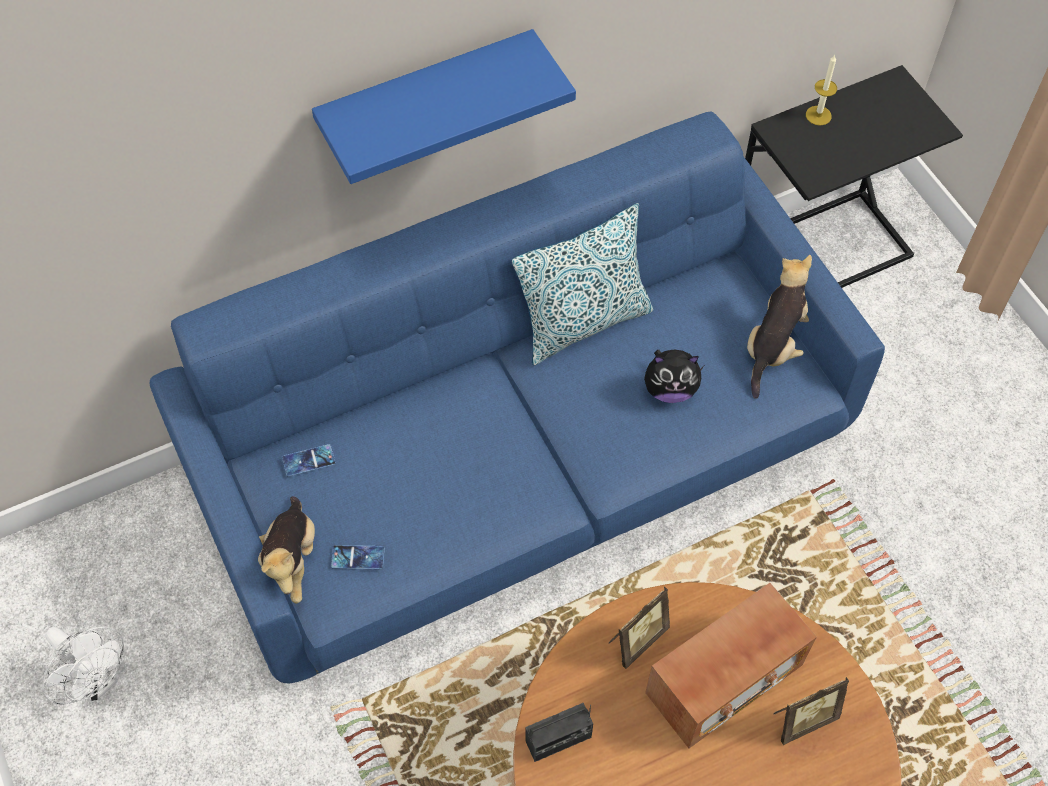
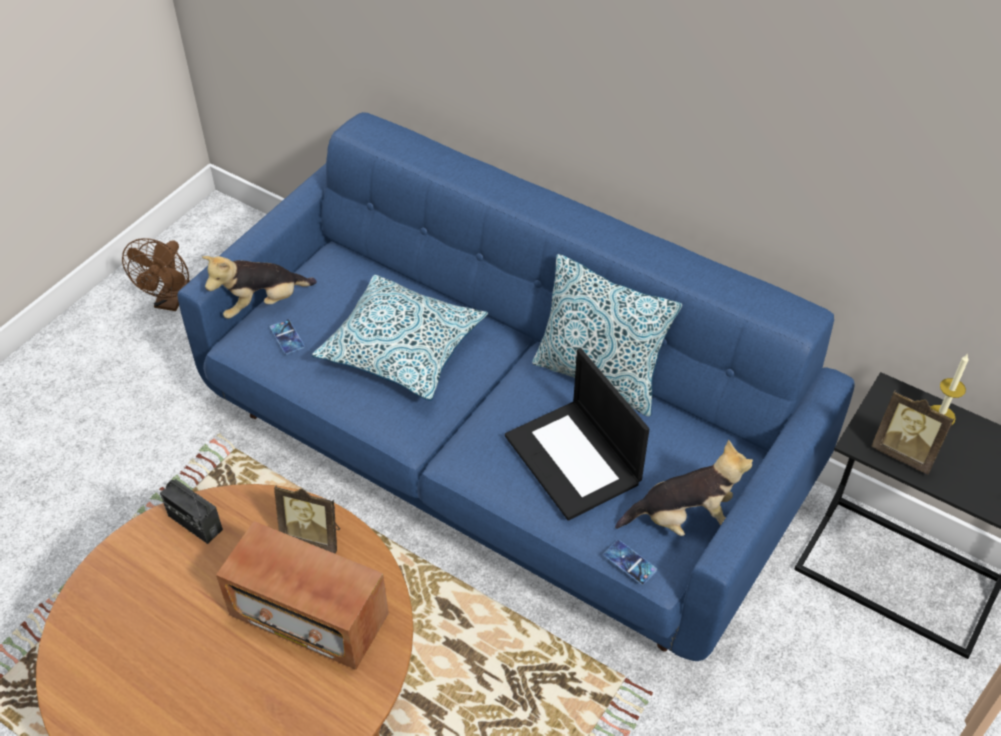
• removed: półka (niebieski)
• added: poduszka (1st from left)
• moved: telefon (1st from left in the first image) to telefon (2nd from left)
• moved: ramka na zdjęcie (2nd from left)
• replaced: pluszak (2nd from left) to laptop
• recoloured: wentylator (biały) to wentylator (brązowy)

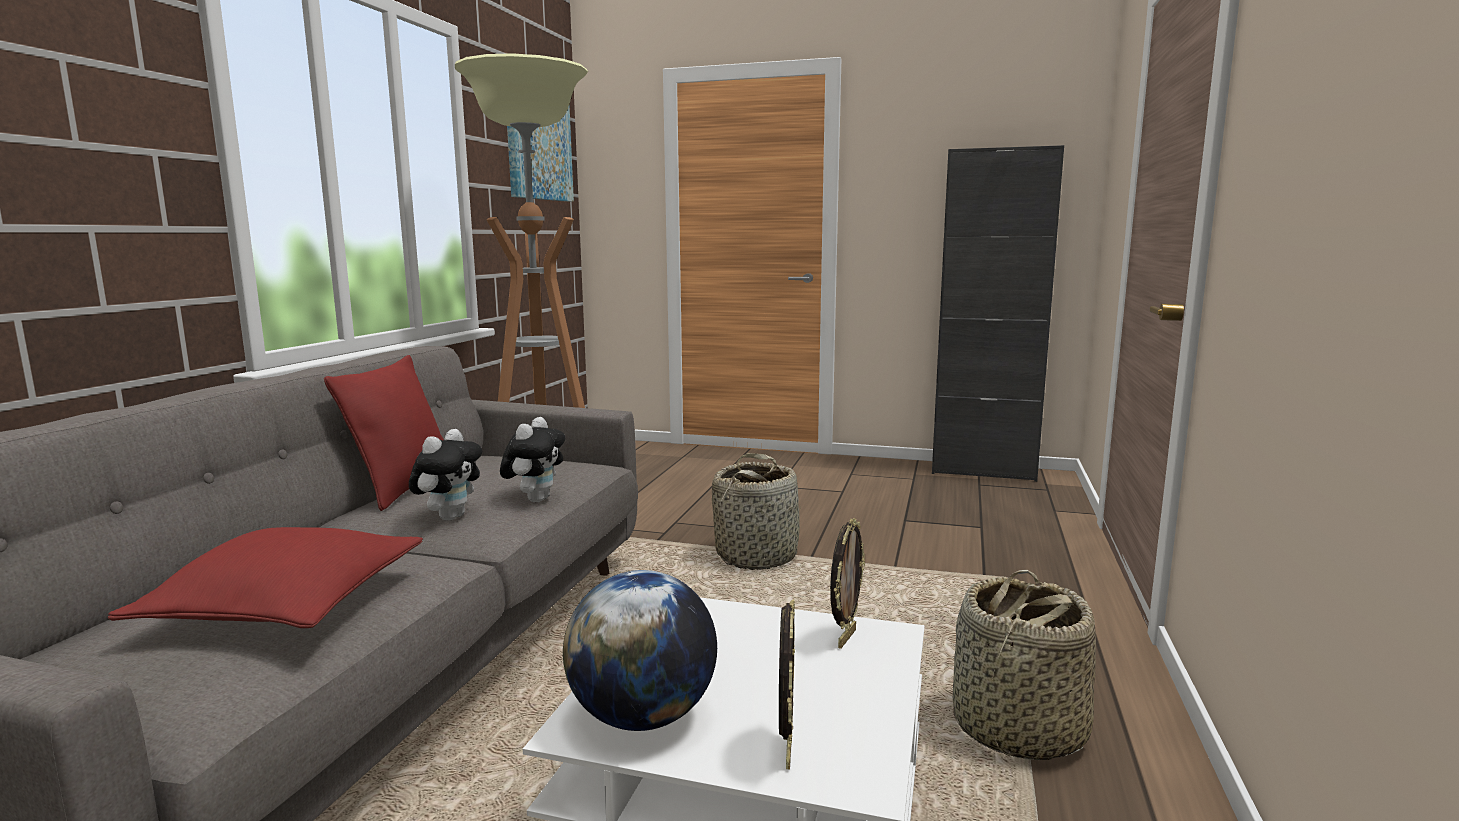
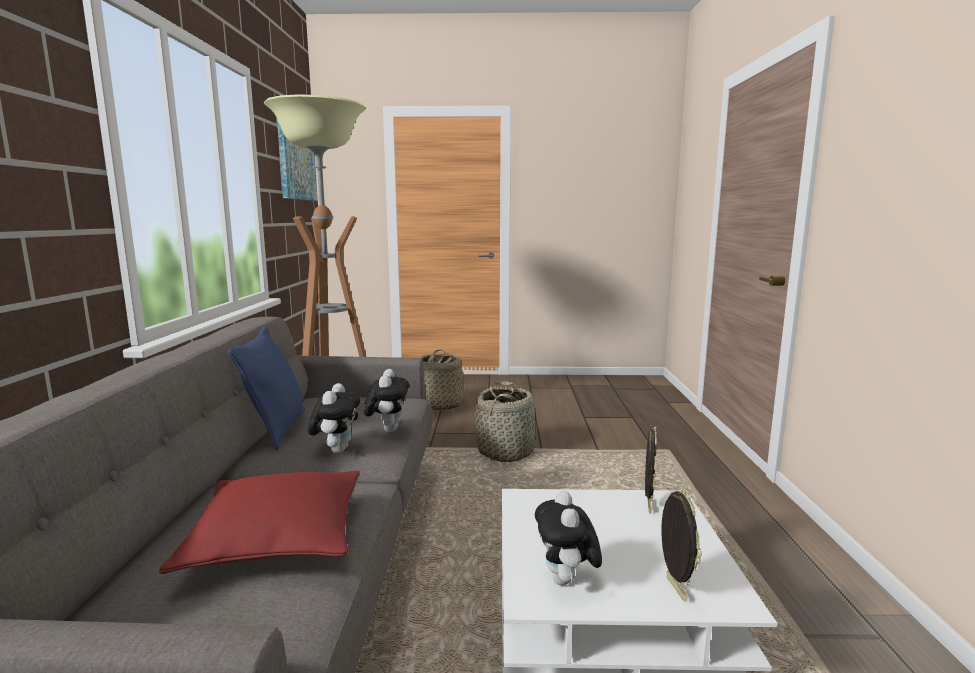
• removed: szafka (czarny)
• moved: koszyk (2nd from left in the first image) to koszyk (1st from left)
• replaced: globus to pluszak (3rd from left)
• recoloured: poduszka (czerwony) (2nd from left) to poduszka (niebieski)

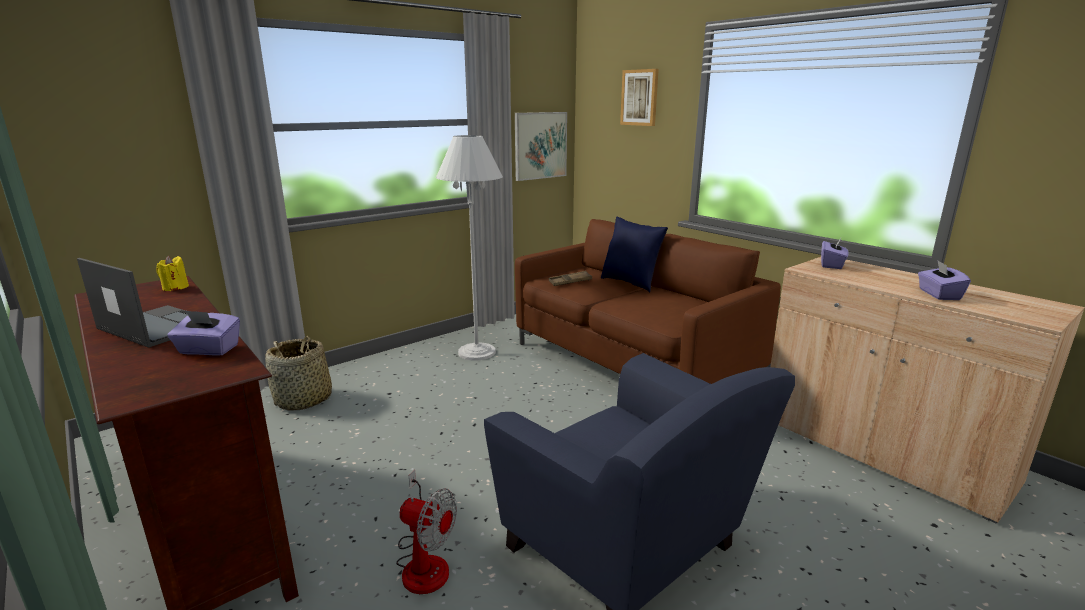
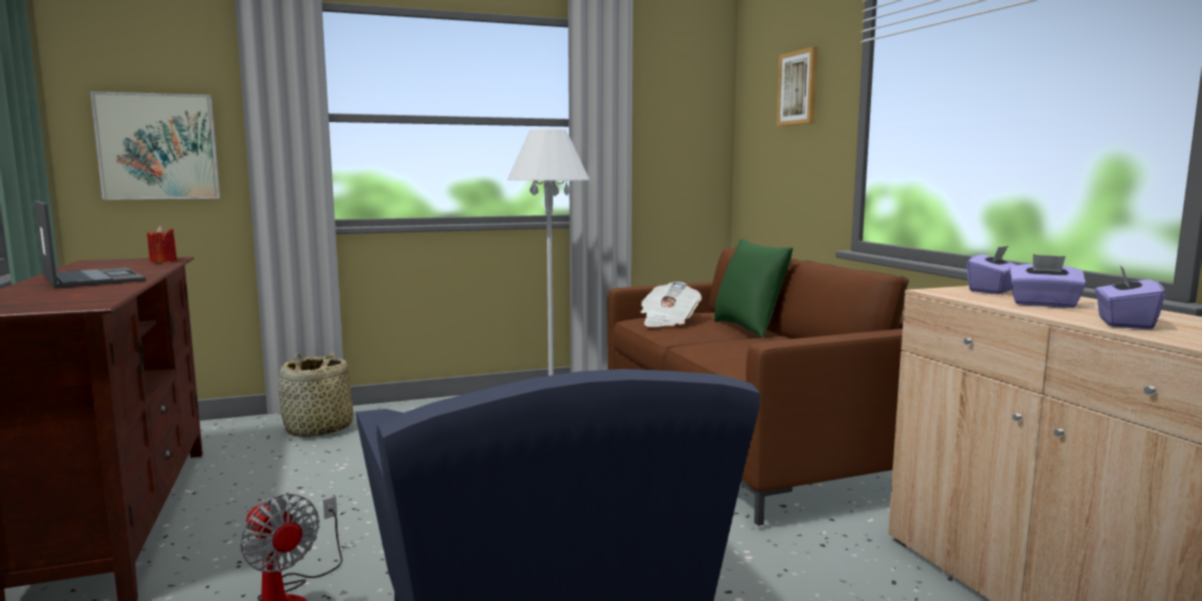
• moved: pudełko chusteczek (fioletowy) (1st from left in the first image) to pudełko chusteczek (fioletowy) (2nd from left)
• moved: obraz (1st from left)
• replaced: taca (brązowy) to gazeta
• recoloured: świeca (żółty) to świeca (czerwony)
• recoloured: poduszka (niebieski) to poduszka (zielony)

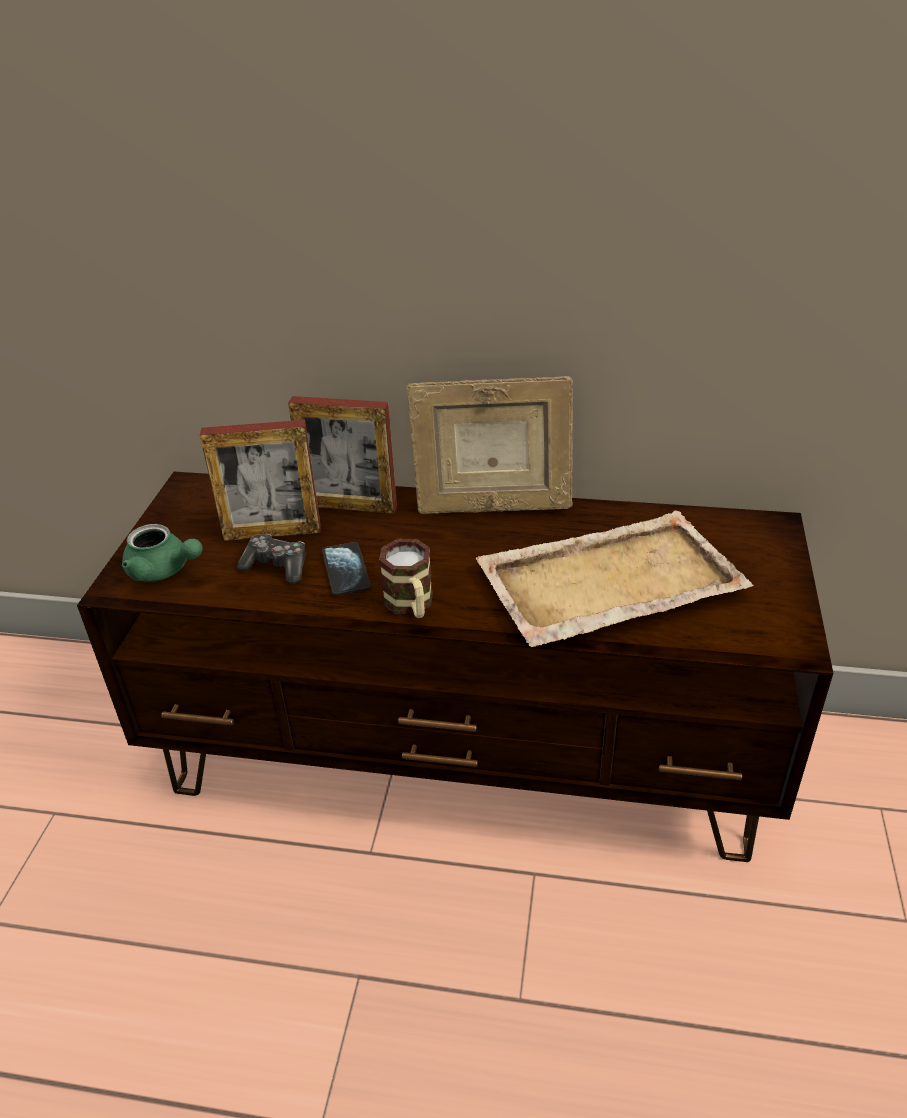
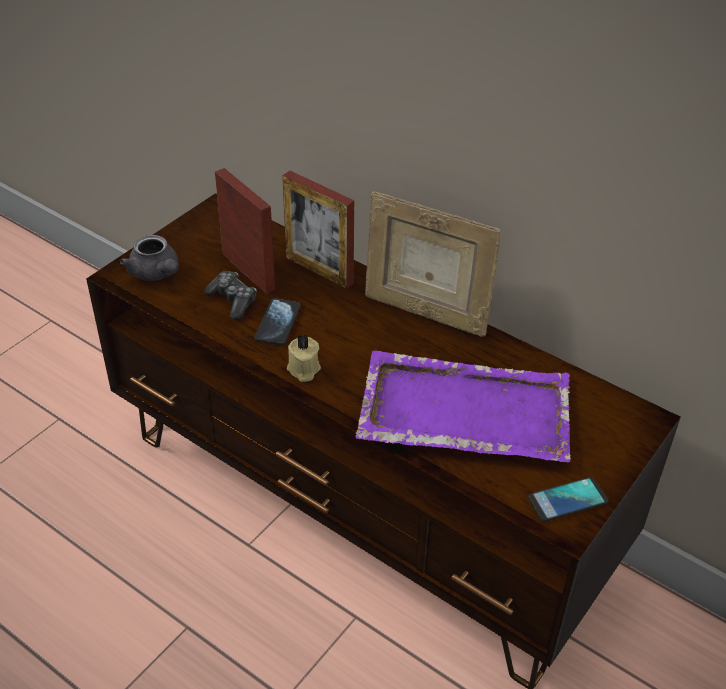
• added: telefon (2nd from left)
• replaced: kubek to świeca (beżowy)
• recoloured: imbryk (zielony) to imbryk (szary)
• recoloured: taca (beżowy) to taca (fioletowy)
• turned: ramka na zdjęcie (1st from left) 150 degrees counterclockwise

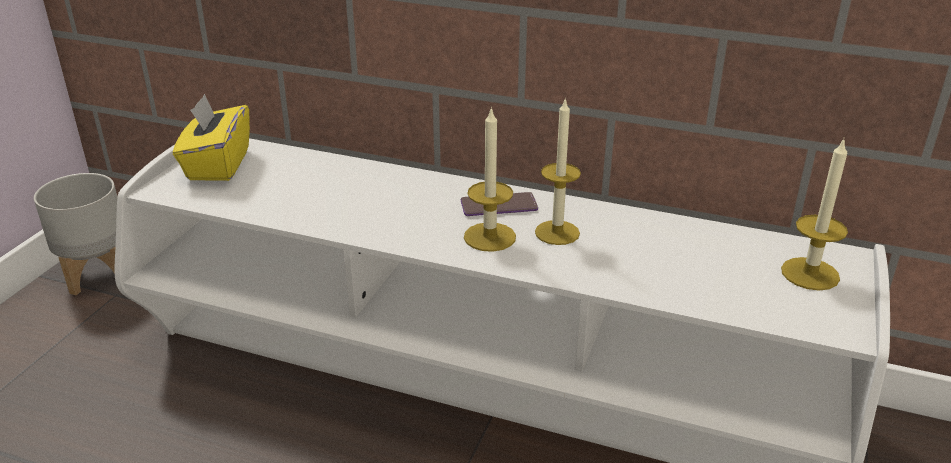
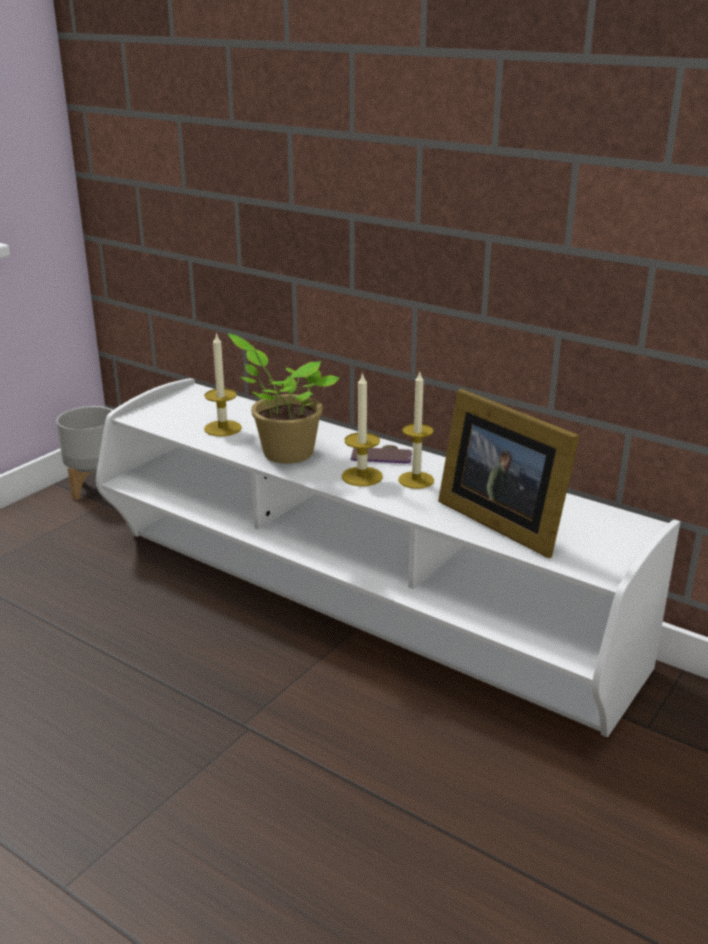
• removed: pudełko chusteczek (żółty)
• added: roślina doniczkowa
• added: ramka na zdjęcie
• moved: świeca (3rd from left in the first image) to świeca (1st from left)

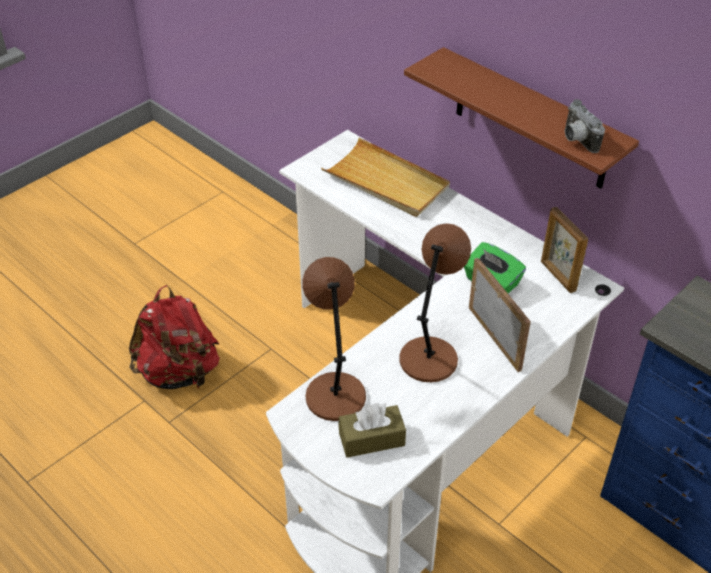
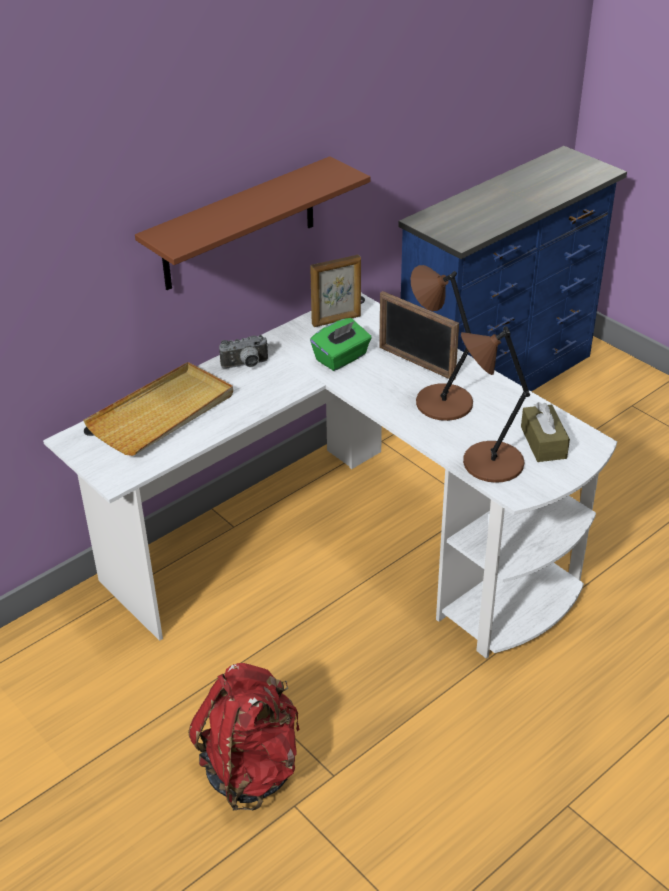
• moved: aparat fotograficzny
• turned: ramka na zdjęcie (1st from left in the first image) 120 degrees counterclockwise

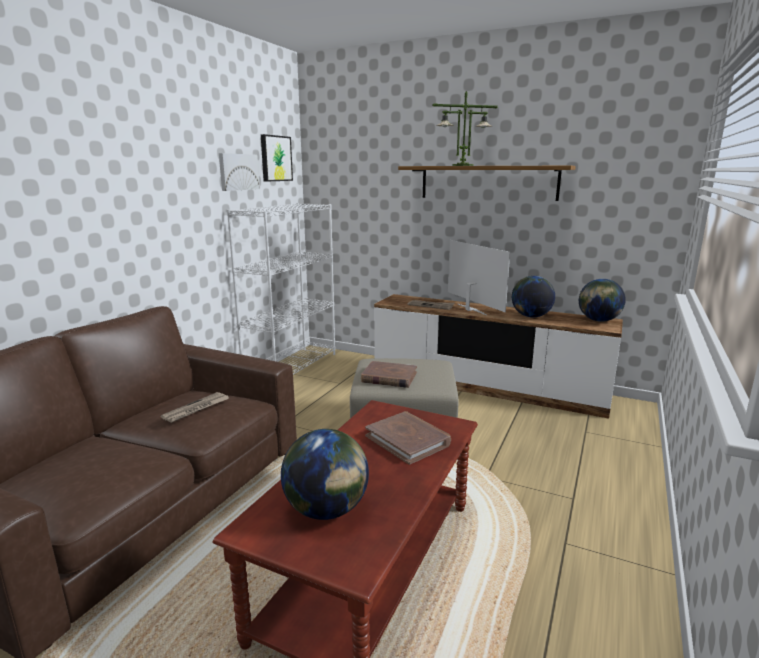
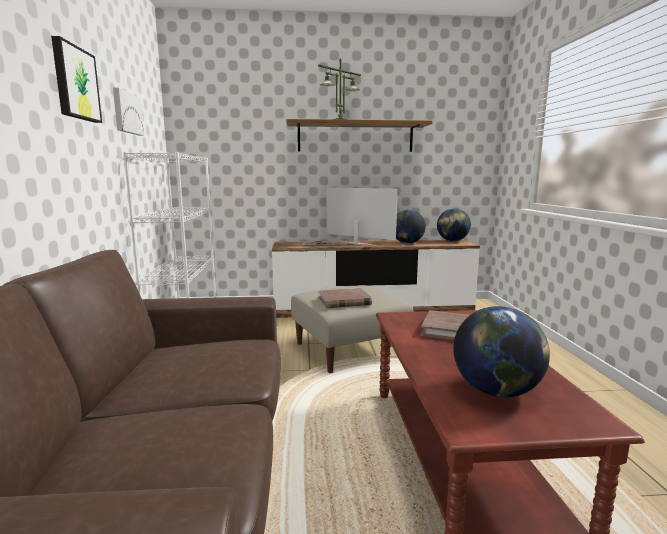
• removed: gazeta (1st from left)
• moved: obraz (2nd from left in the first image) to obraz (1st from left)

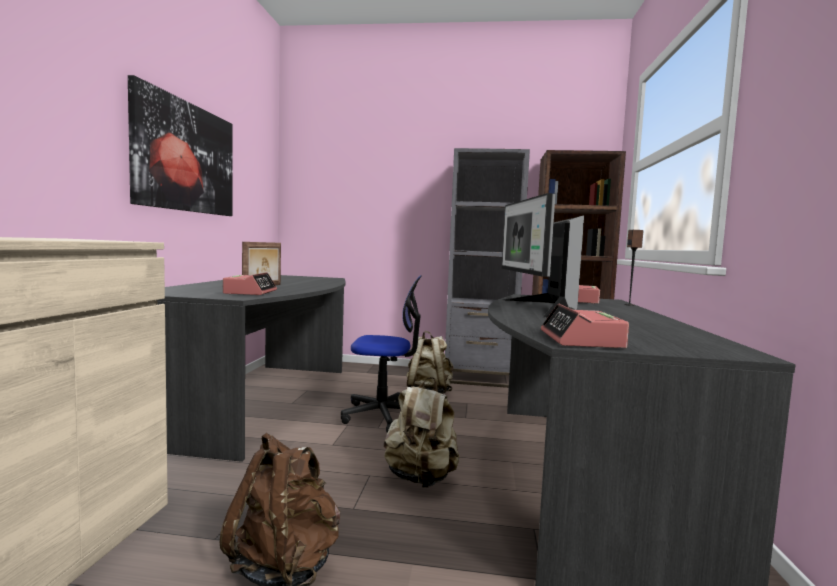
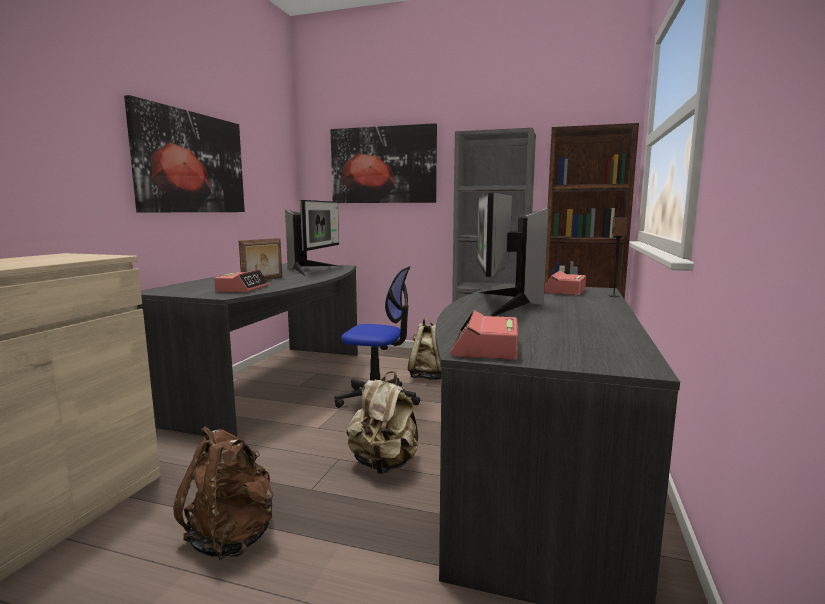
• added: monitor (1st from left)
• added: obraz (2nd from left)

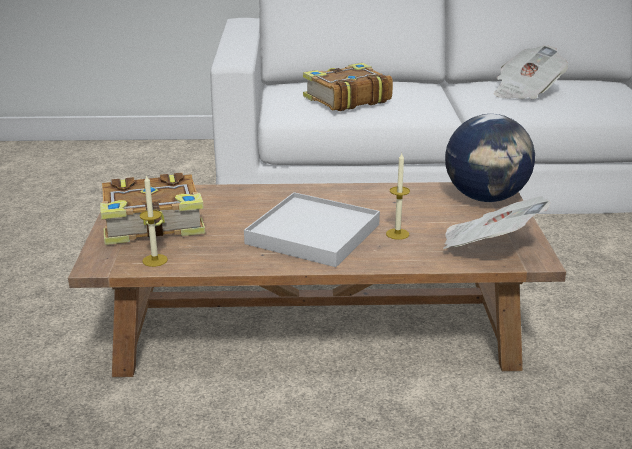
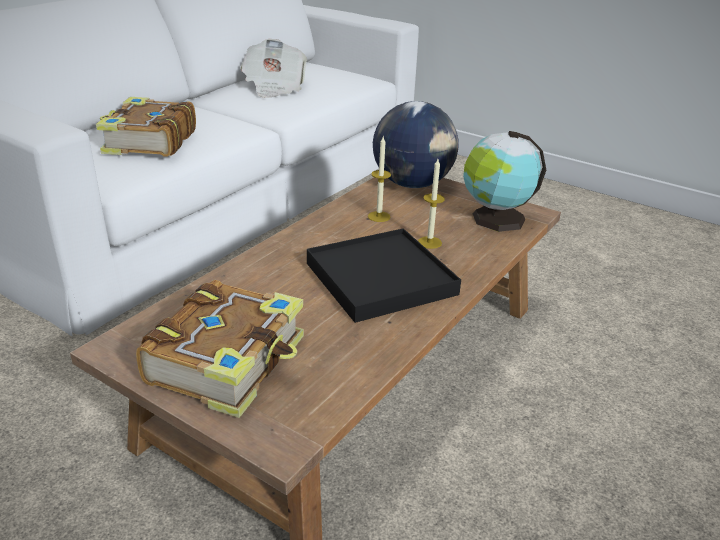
• moved: świeca (1st from left)
• replaced: gazeta (1st from left) to globus (2nd from left)
• recoloured: taca (biały) to taca (czarny)

